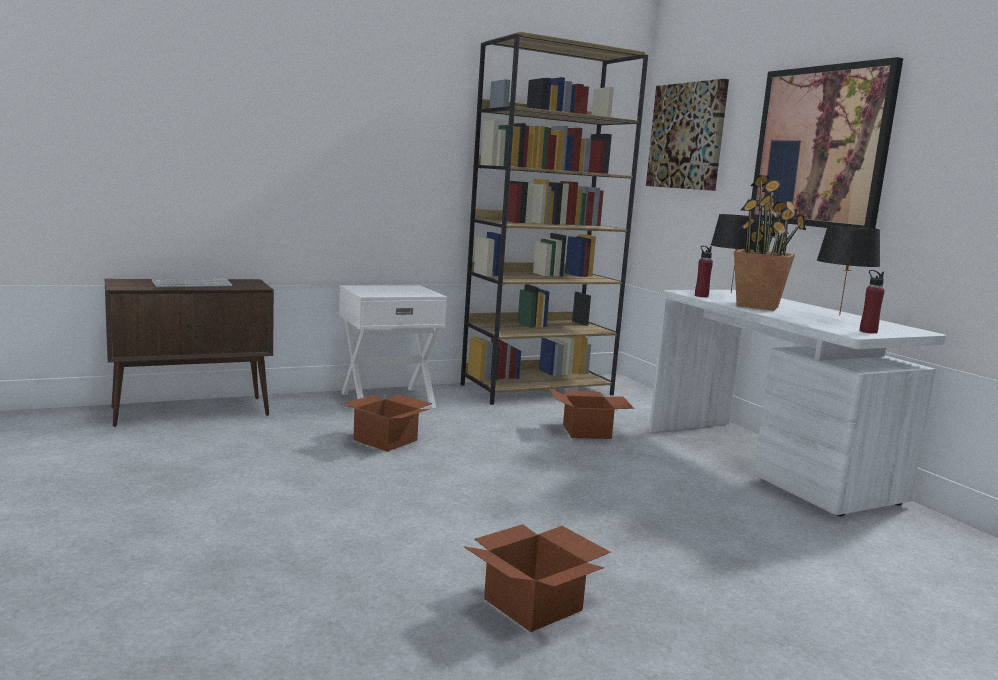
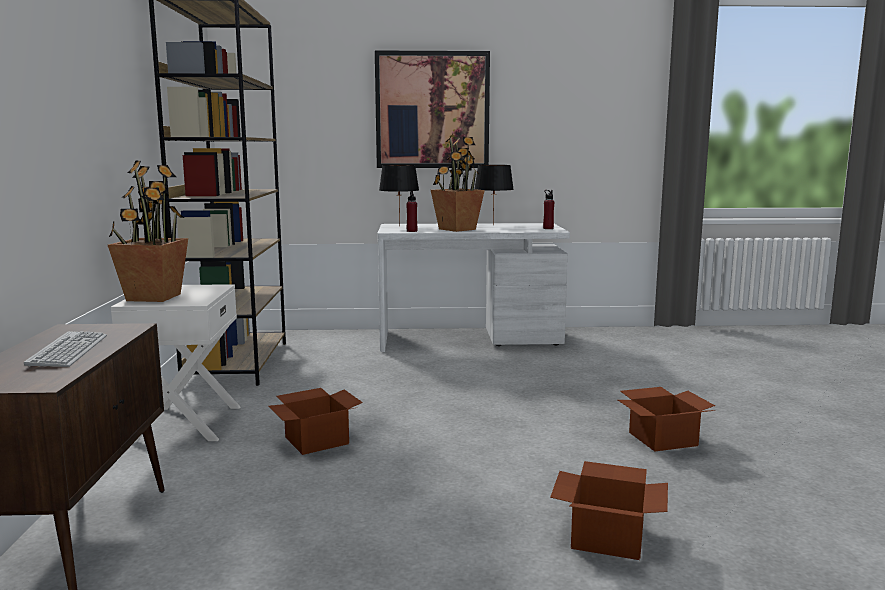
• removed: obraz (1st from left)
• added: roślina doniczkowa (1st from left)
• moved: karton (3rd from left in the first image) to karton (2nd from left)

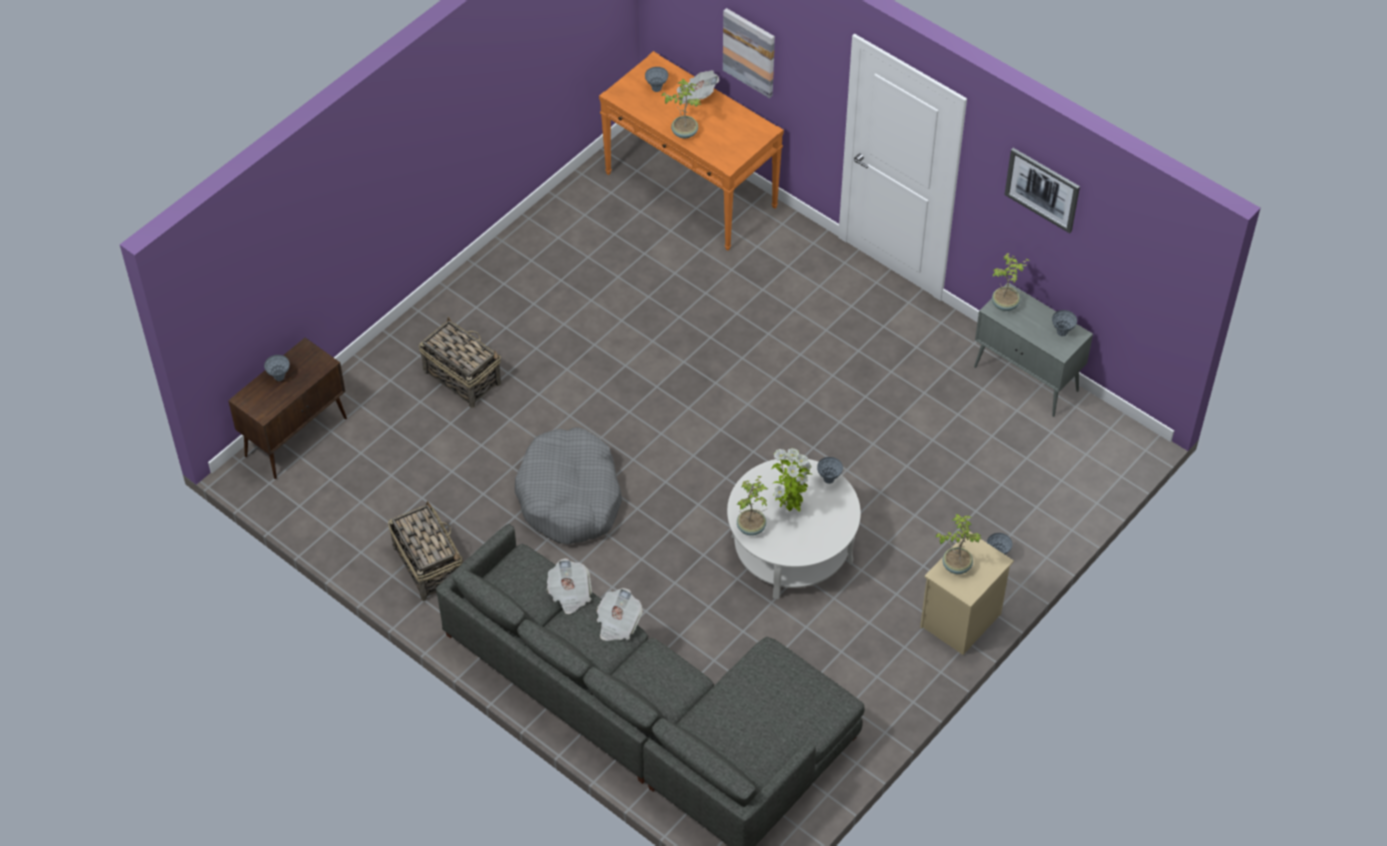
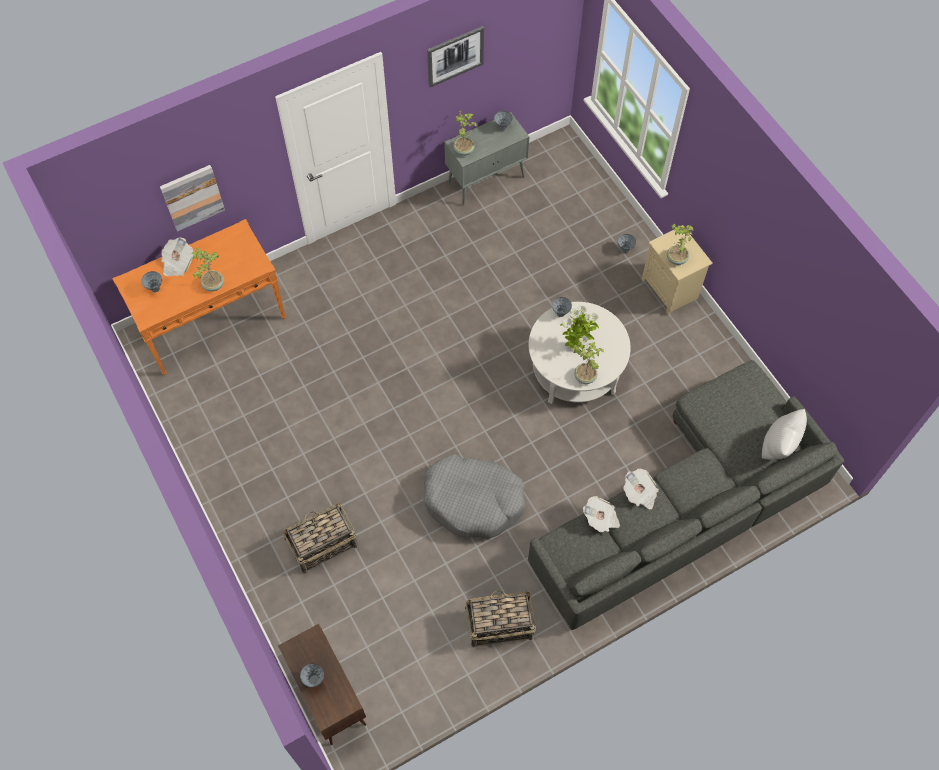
• added: poduszka (biały)

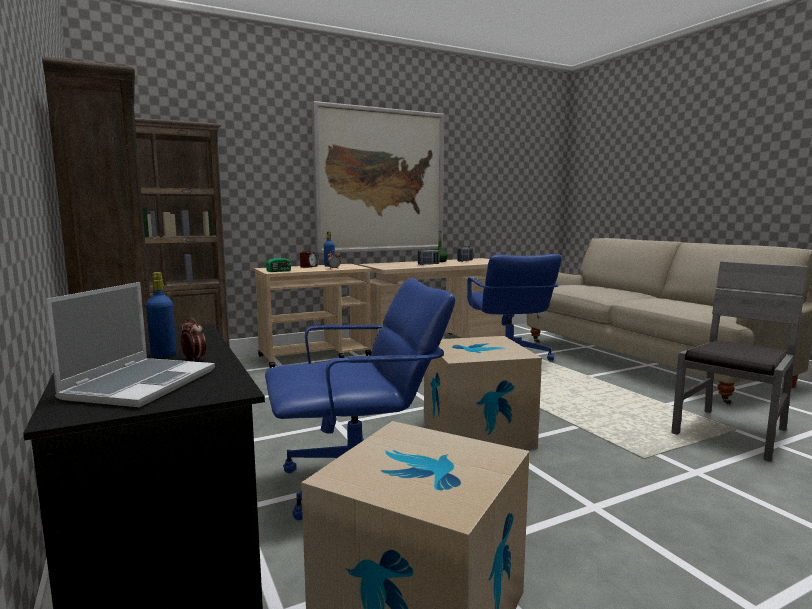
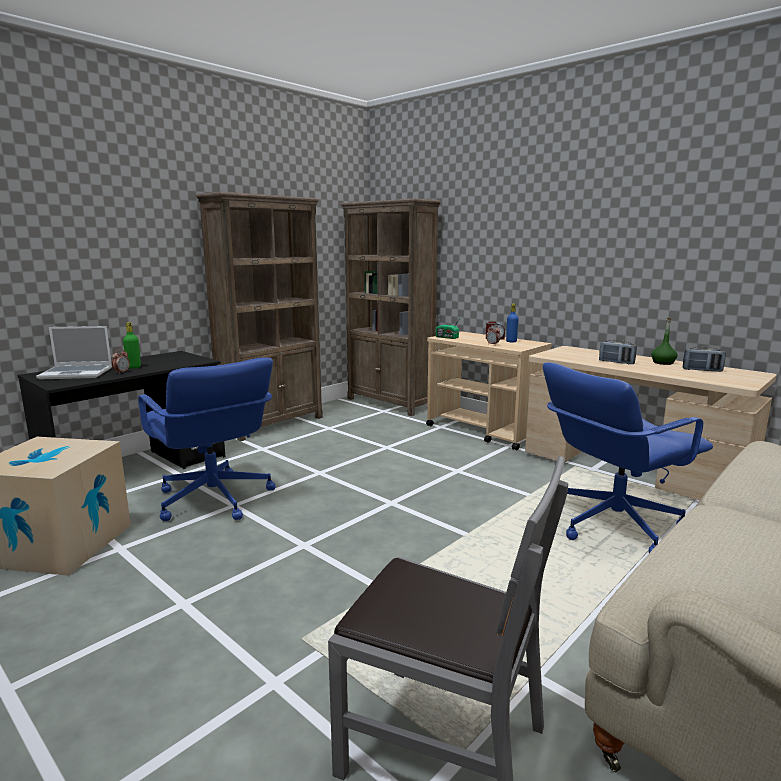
• removed: obraz
• removed: karton (2nd from left)
• recoloured: butelka (niebieski) (1st from left) to butelka (zielony) (1st from left)

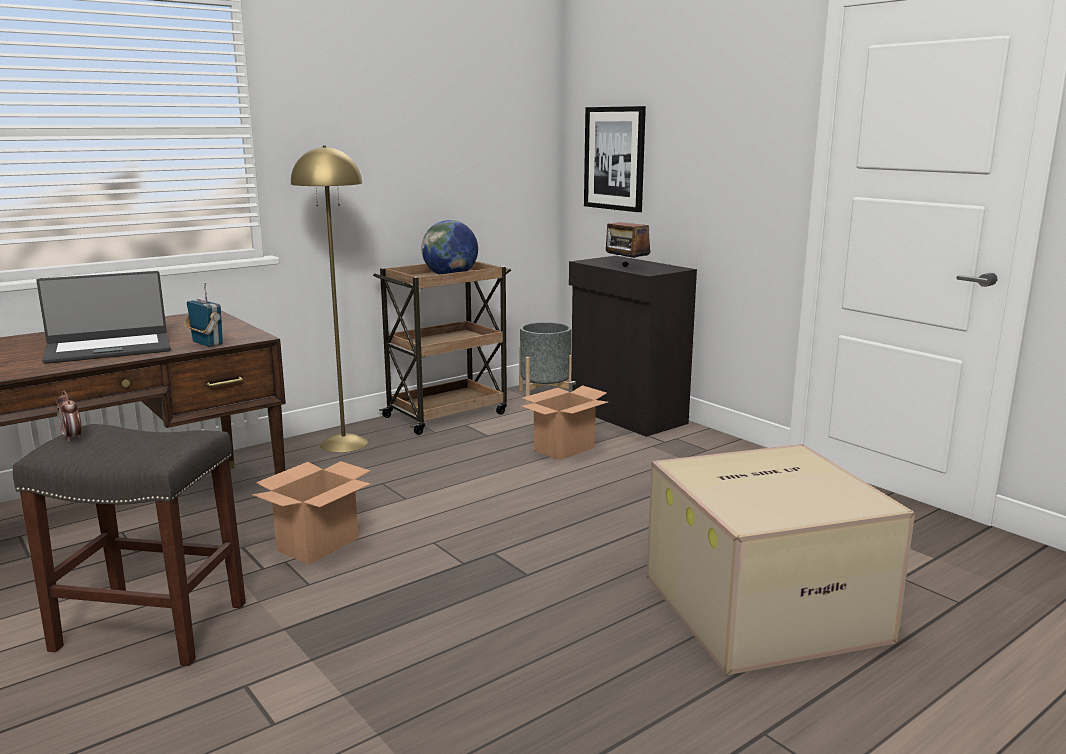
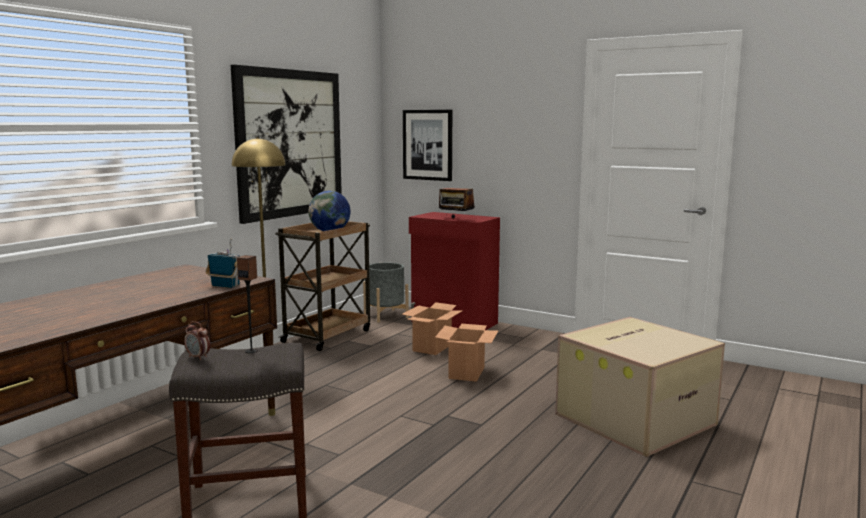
• removed: laptop
• added: obraz (1st from left)
• added: głośnik
• moved: karton (1st from left in the first image) to karton (2nd from left)
• recoloured: szafka (czarny) to szafka (czerwony)

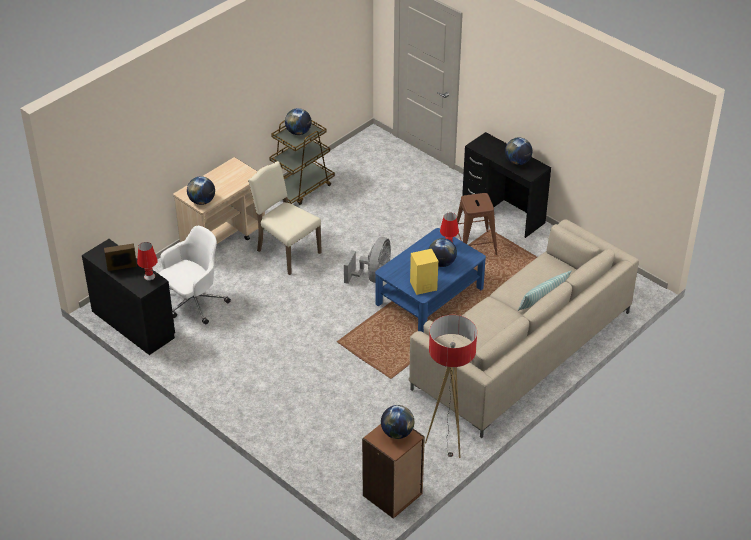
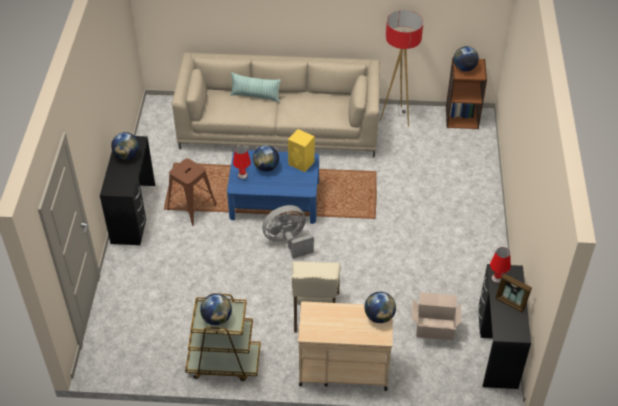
• replaced: krzesło biurowe (biały) to karton

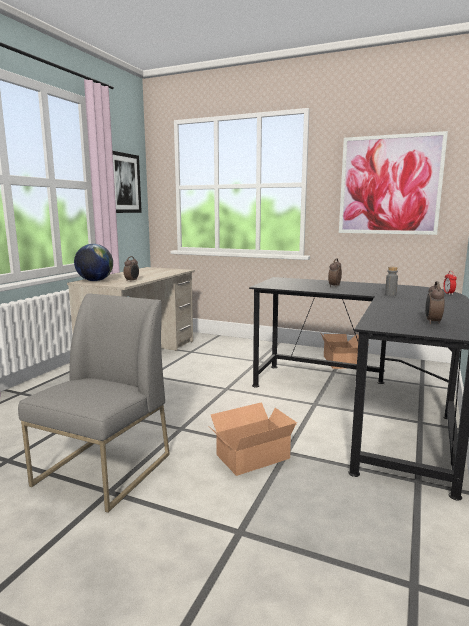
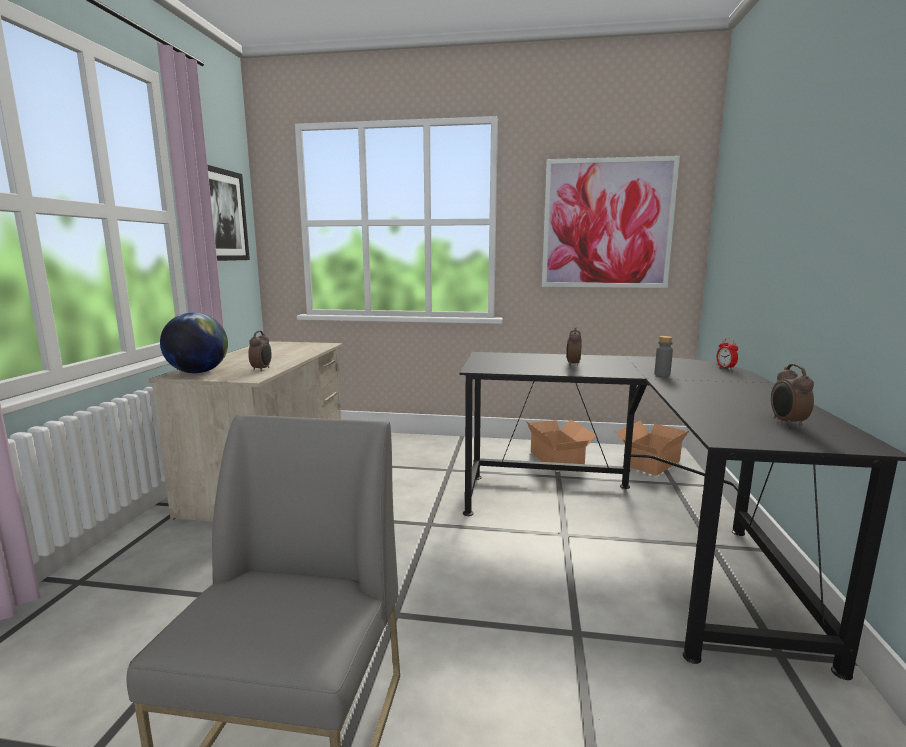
• moved: karton (1st from left in the first image) to karton (2nd from left)

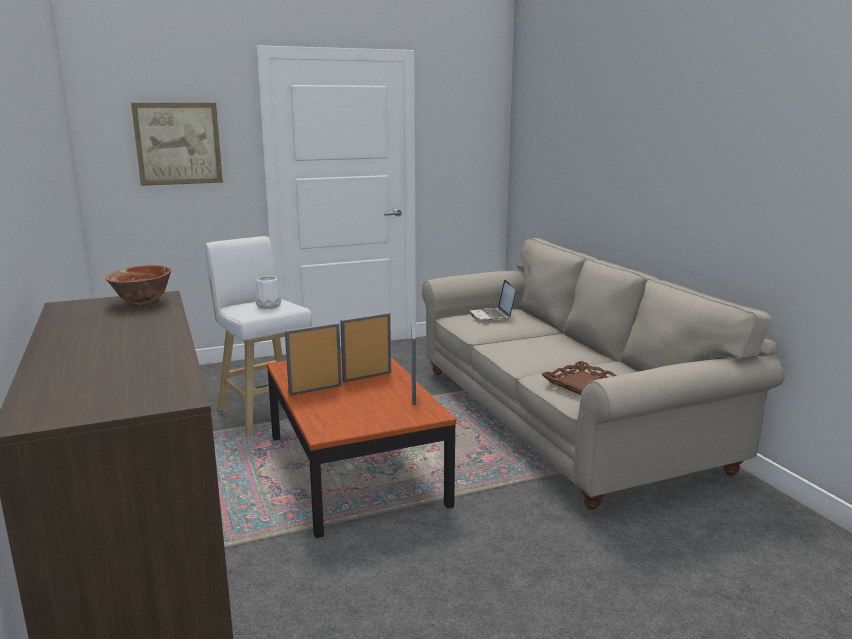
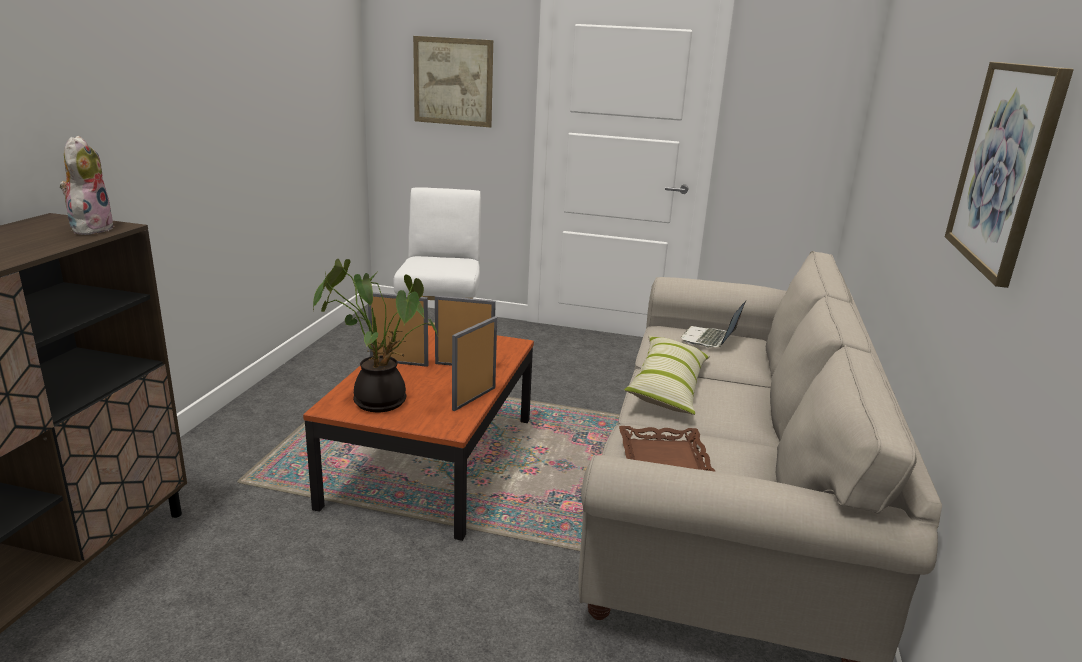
• removed: wazon (biały)
• added: roślina doniczkowa
• added: poduszka
• added: obraz (2nd from left)
• replaced: miska to pluszak

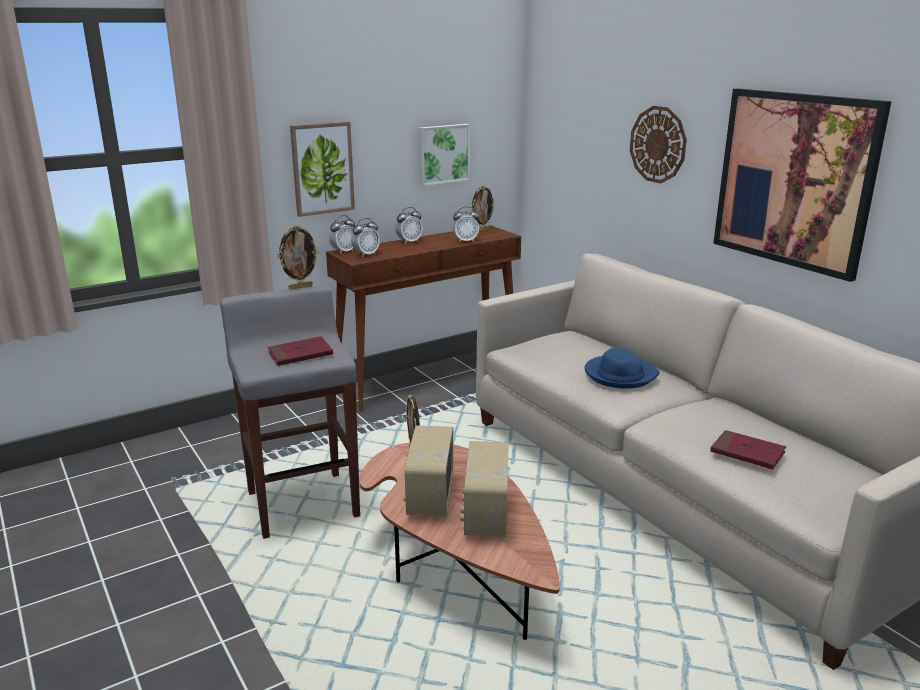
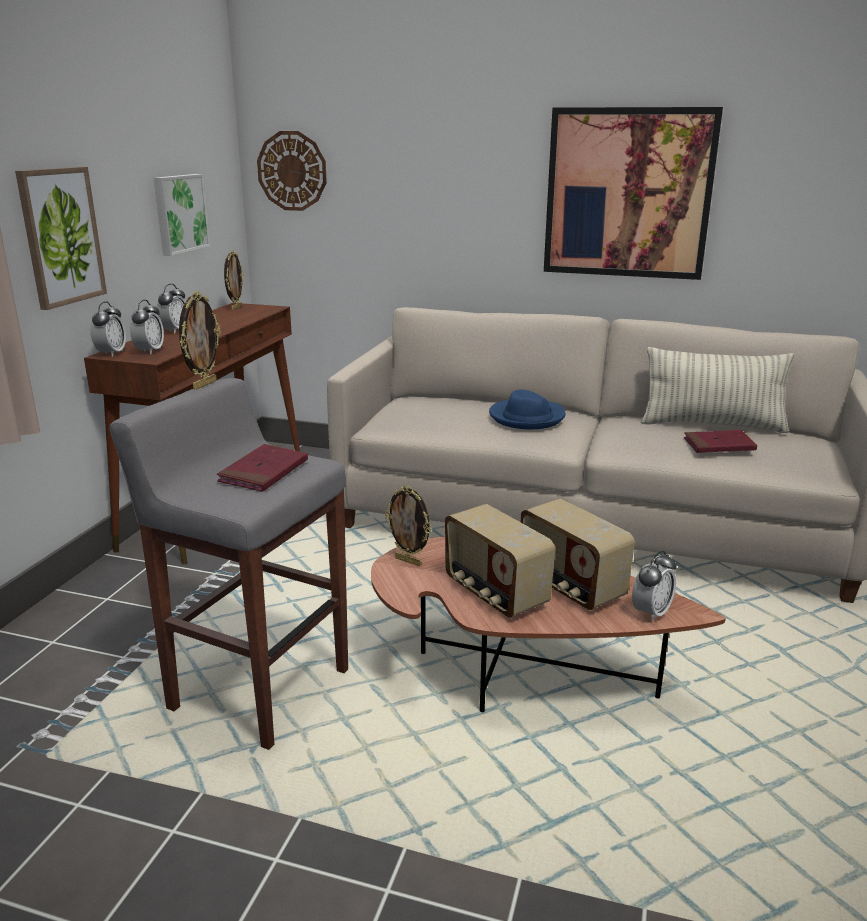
• added: poduszka
• moved: budzik (4th from left)
• moved: zegar ścienny

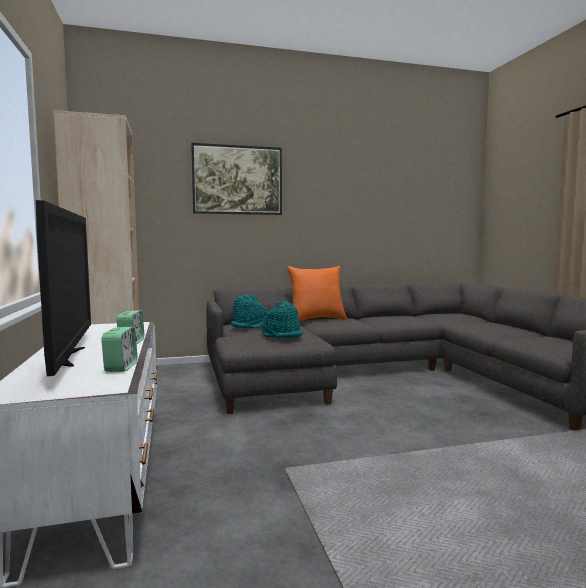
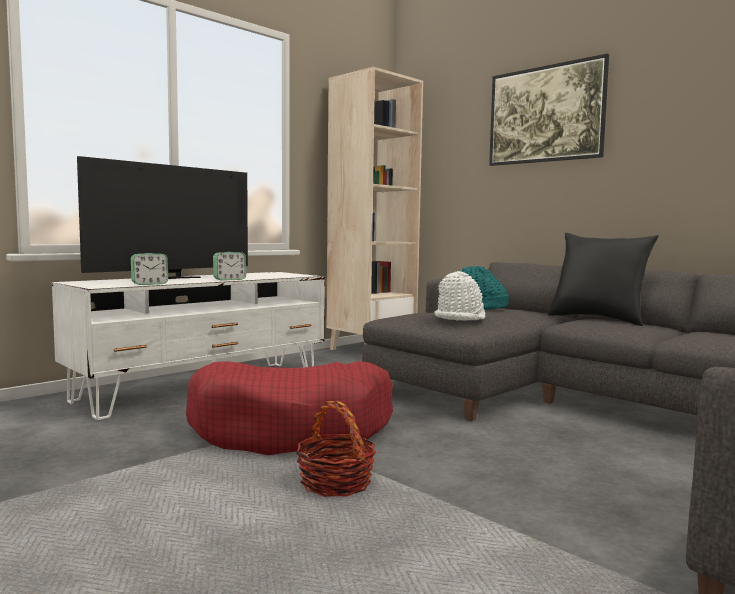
• added: legowisko (czerwony)
• added: koszyk
• recoloured: kapelusz (turkusowy) (2nd from left) to kapelusz (biały)
• recoloured: poduszka (pomarańczowy) to poduszka (czarny)

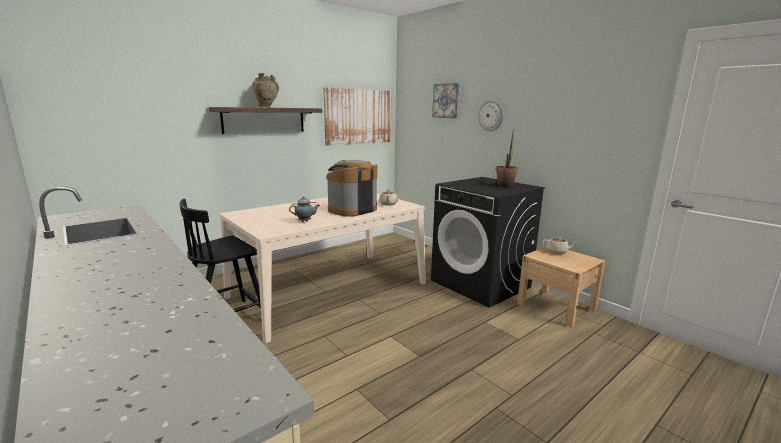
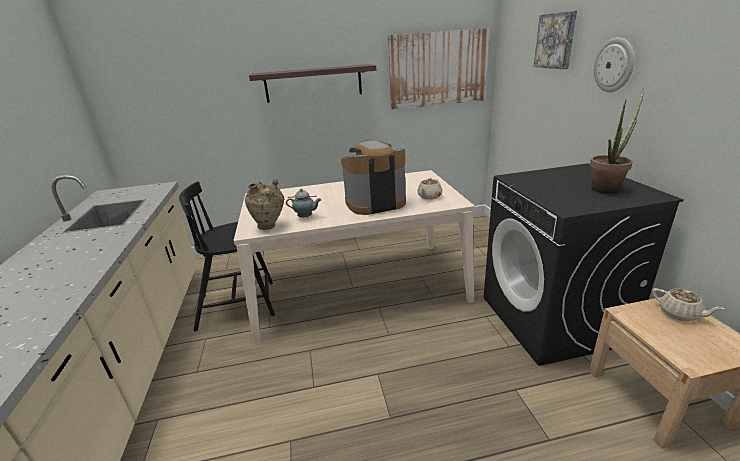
• moved: wazon (beżowy)

